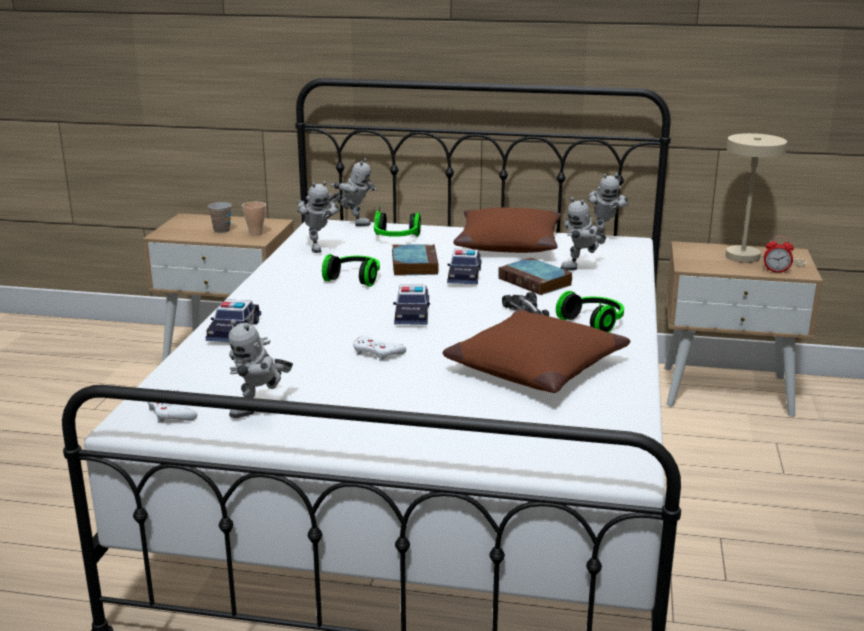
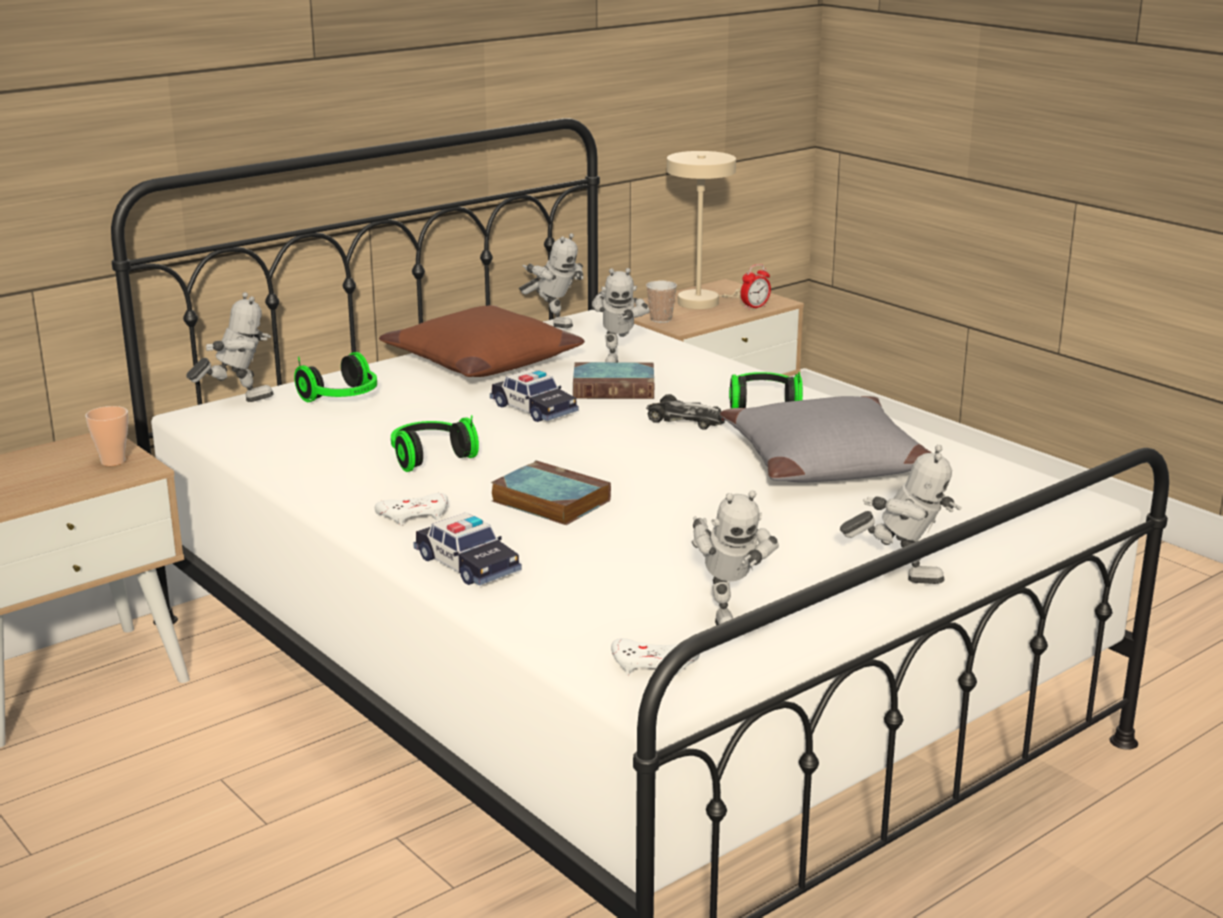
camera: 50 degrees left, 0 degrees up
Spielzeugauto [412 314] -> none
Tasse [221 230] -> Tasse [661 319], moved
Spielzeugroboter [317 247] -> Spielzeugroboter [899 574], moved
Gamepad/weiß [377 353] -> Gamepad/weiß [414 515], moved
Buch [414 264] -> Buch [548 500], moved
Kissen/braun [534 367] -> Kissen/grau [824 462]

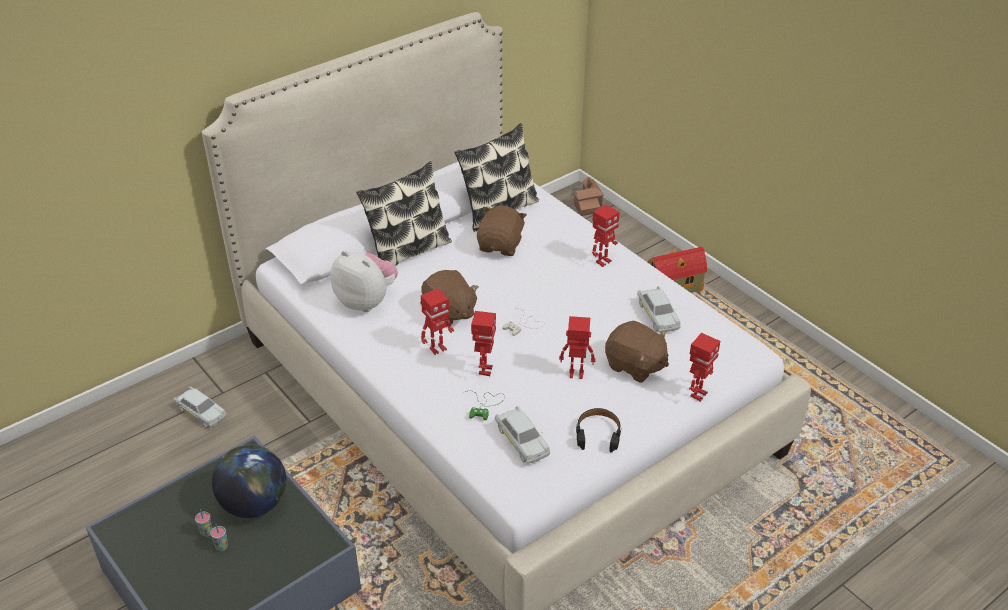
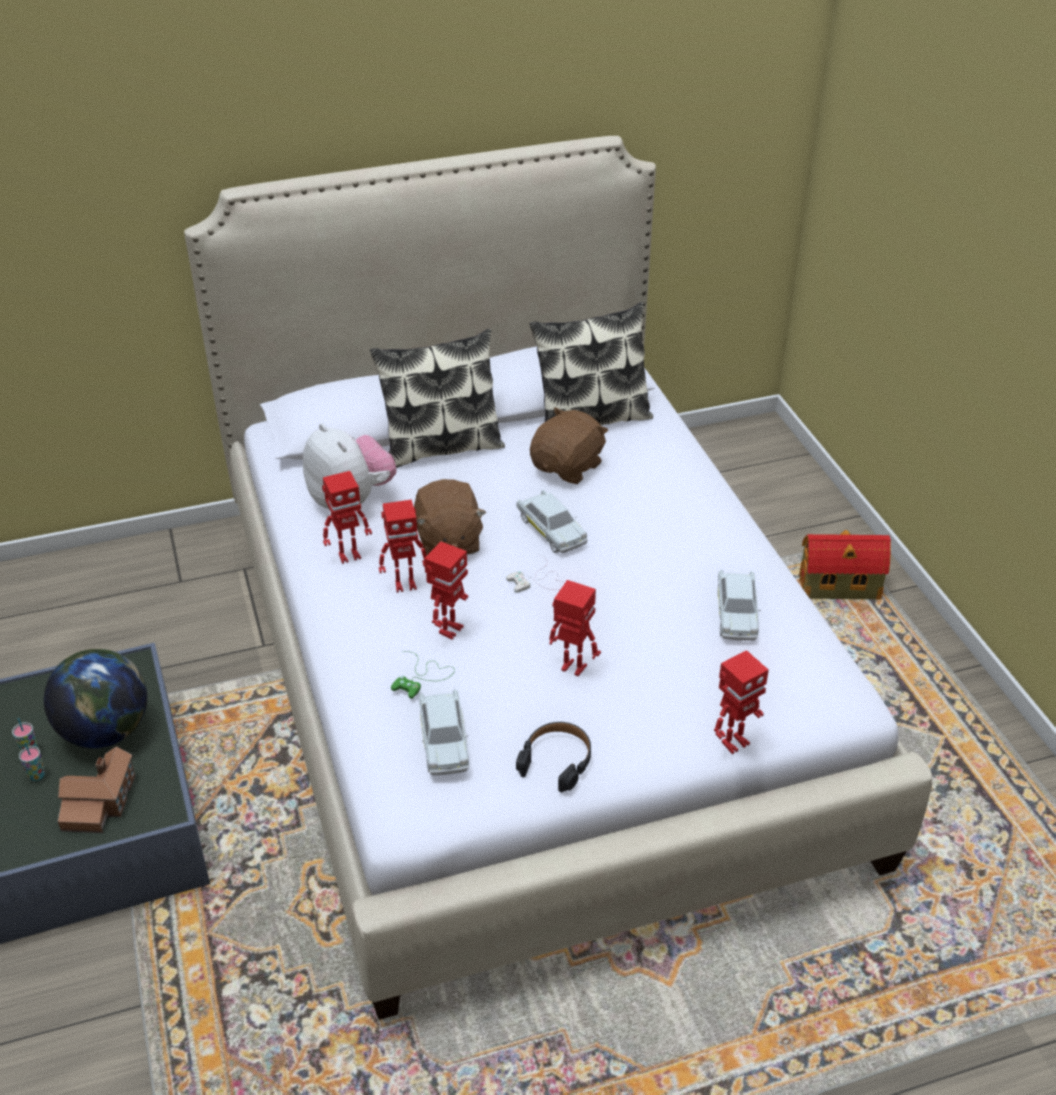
camera: 20 degrees right, 0 degrees up
Plüschtier/braun [635 366] -> none
Spielzeugauto/weiß [201 412] -> Spielzeugauto/weiß [551 530], moved
Spielzeughaus [587 204] -> Spielzeughaus [99 803], moved
Spielzeugroboter [602 261] -> Spielzeugroboter [348 555], moved

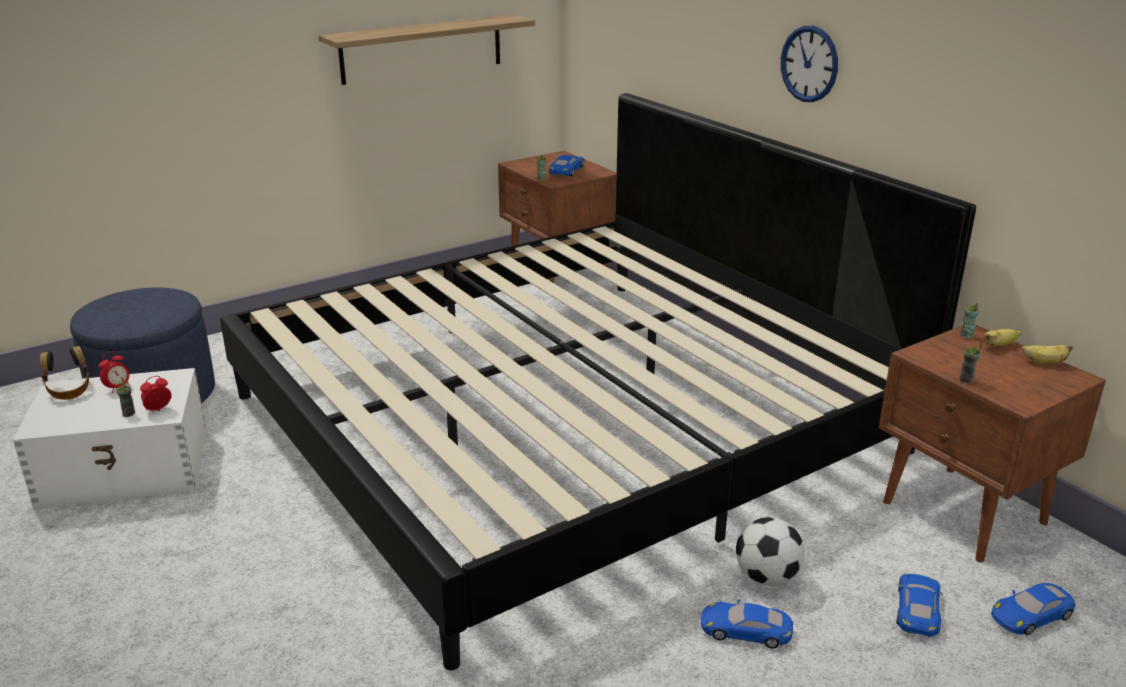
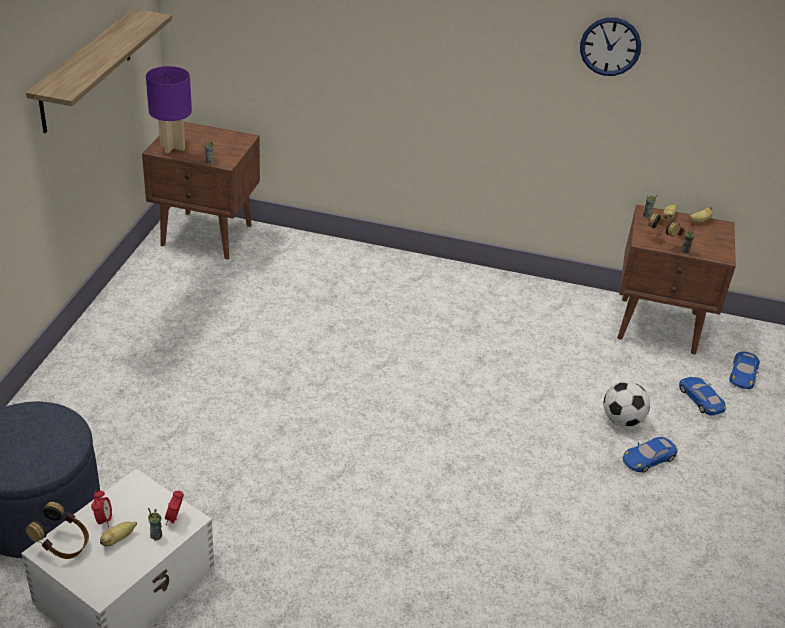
camera: 45 degrees left, 10 degrees up
Bett [563 422] -> none
Spielzeugauto/blau [566 170] -> none
none -> Banane [118 539]
none -> Tischlampe/lila [172 147]
none -> Kopfhörer [665 238]
Wanduhr [809 64] -> Wanduhr [610 46], moved

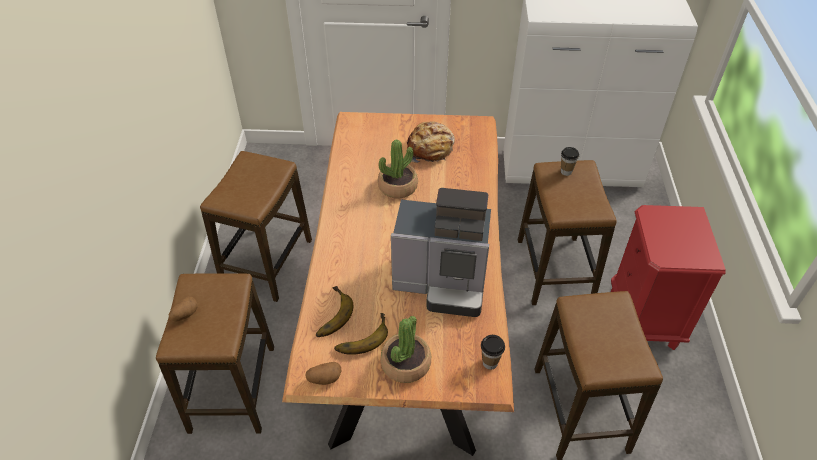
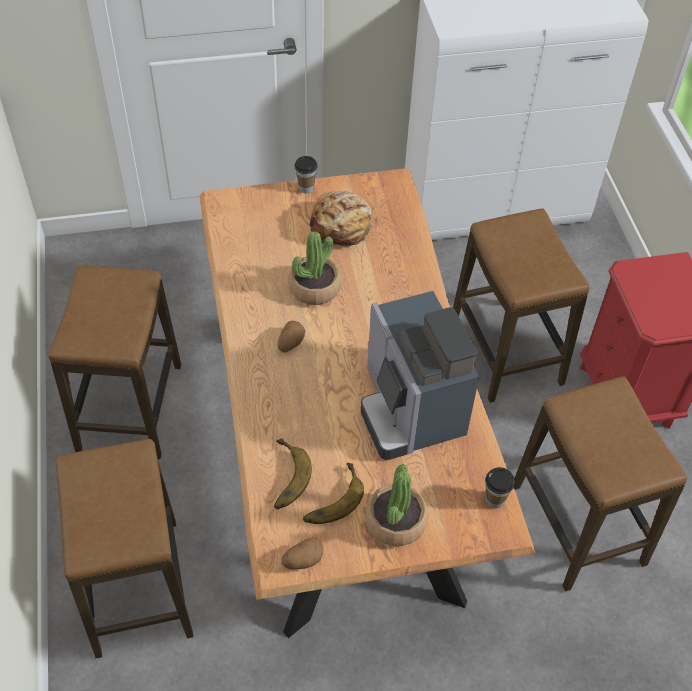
camera: 15 degrees left, 5 degrees up
Kartoffel [185 314] -> Kartoffel [290 343], moved
Tasse [566 172] -> Tasse [306 188], moved
Kaffeemaschine [443 283] -> Kaffeemaschine [410 409], 75 degrees clockwise

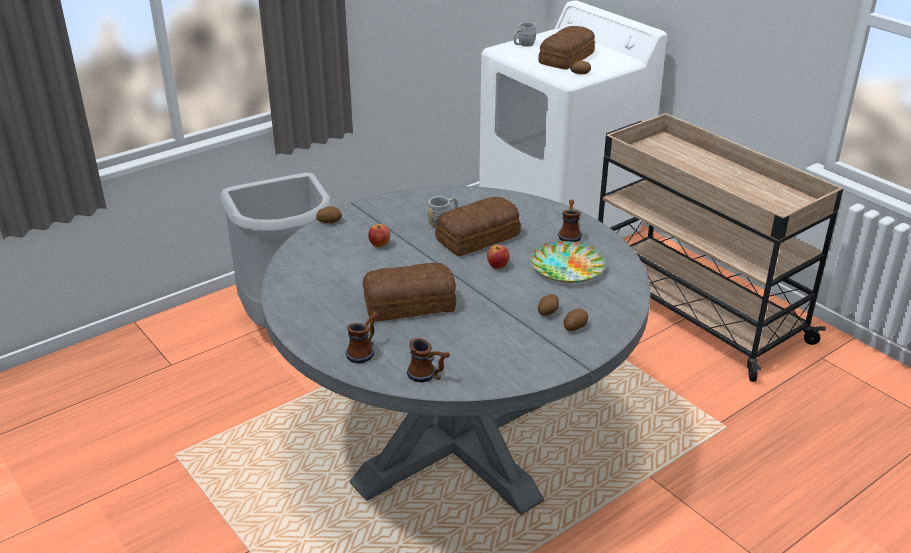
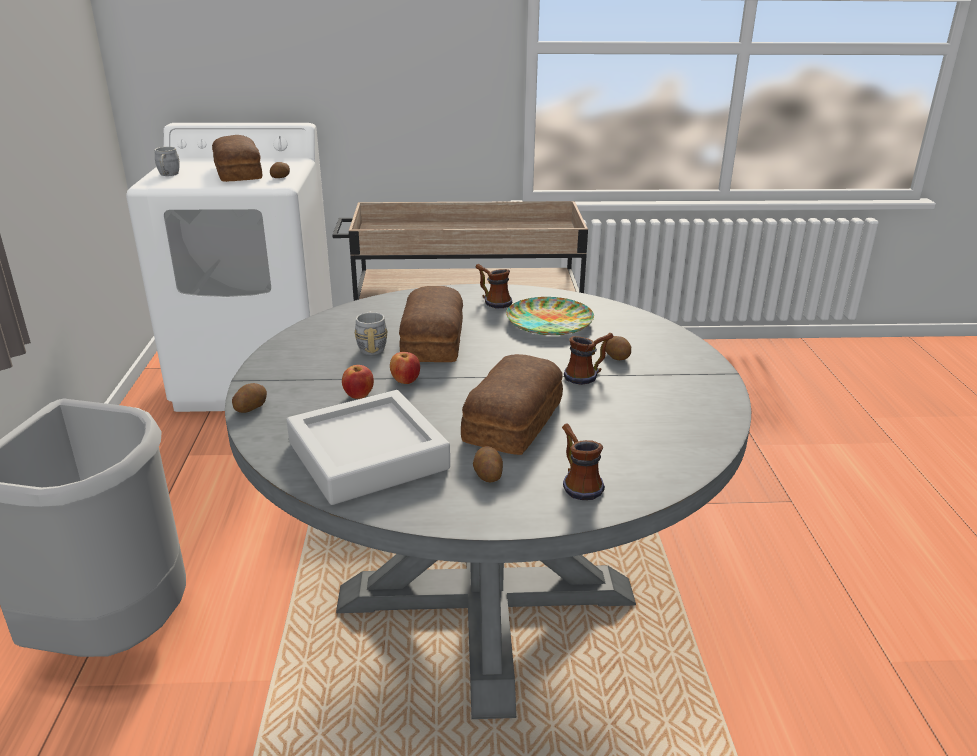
camera: 55 degrees left, 5 degrees down
none -> Tablett/grau [368 456]
Henkelbecher [428 376] -> Henkelbecher [587 375], moved
Apfel [498 266] -> Apfel [405 381], moved
Kartoffel [574 326] -> Kartoffel [487 475], moved

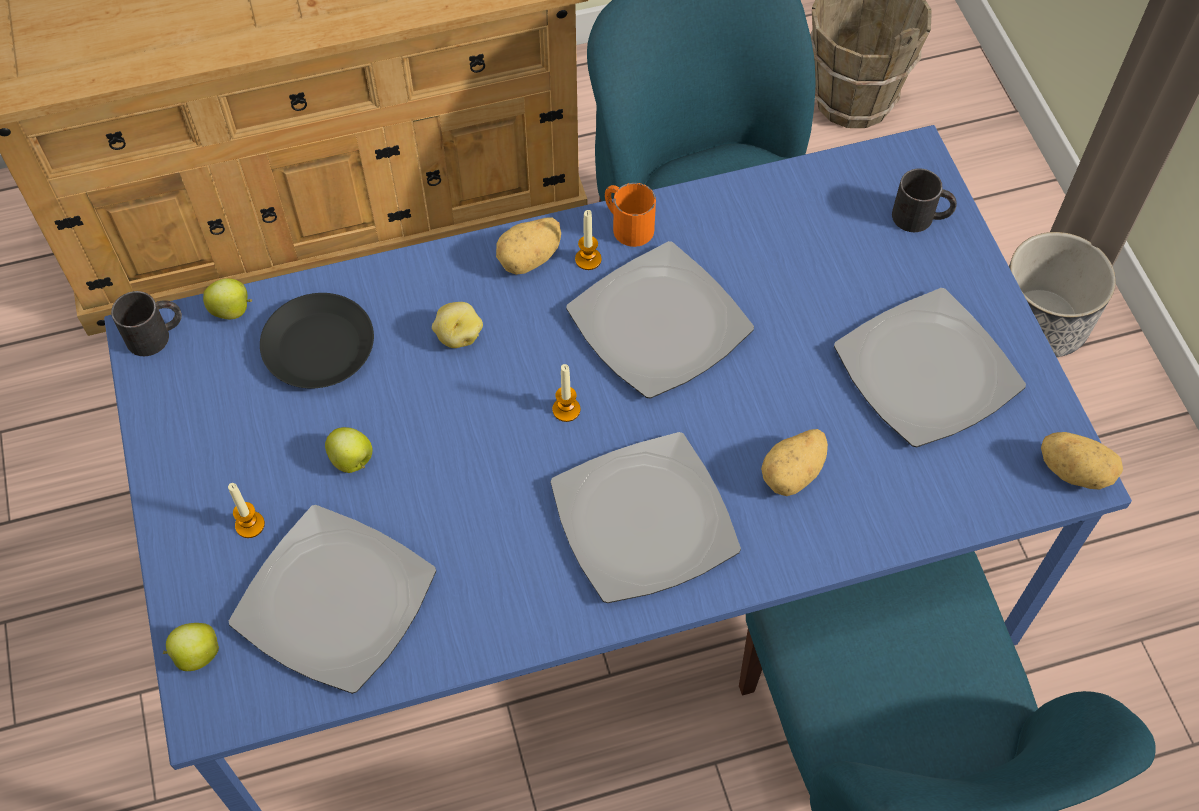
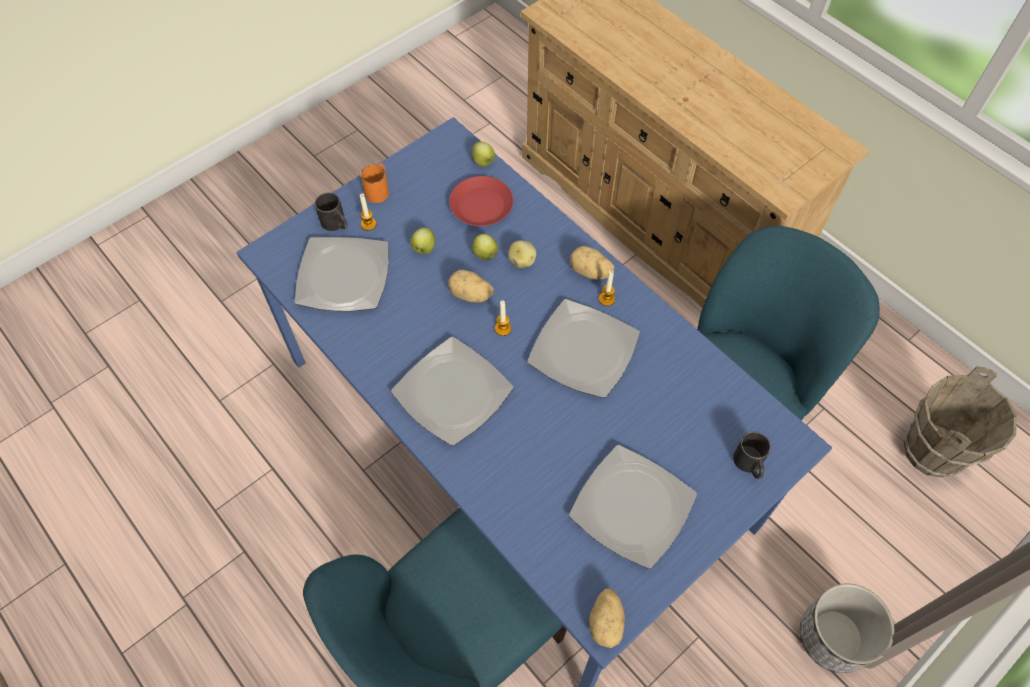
camera: 65 degrees right, 0 degrees up
Henkelbecher/schwarz [156 334] -> Henkelbecher/schwarz [336 224], moved
Apfel [196 655] -> Apfel [484 254], moved
Henkelbecher/orange [627 224] -> Henkelbecher/orange [379 189], moved
Kartoffel [793 474] -> Kartoffel [470 295], moved
Teller/schwarz [320 348] -> Teller/rot [481 206]

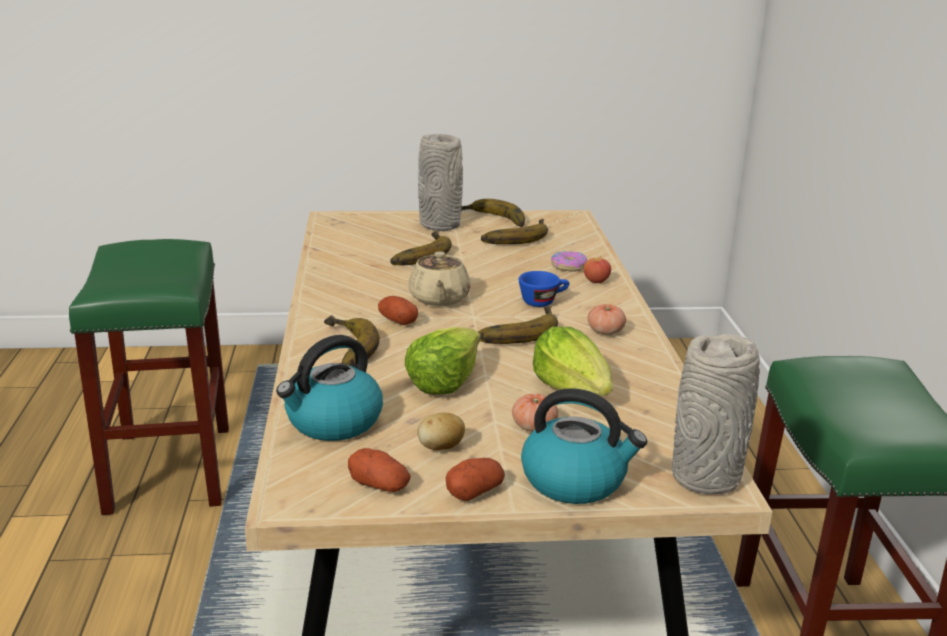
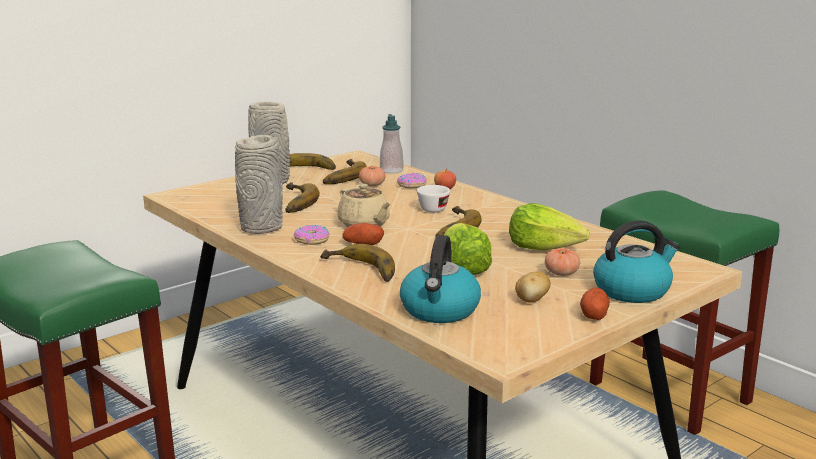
camera: 35 degrees left, 5 degrees down
Kartoffel [379 485] -> none
none -> Donut [312 240]
none -> Seifenspender [391 170]
Tomate [605 331] -> Tomate [372 185], moved
Vase/grau [705 476] -> Vase/grau [261 227], moved
Tasse/blau [543 301] -> Tasse/weiß [435 208]

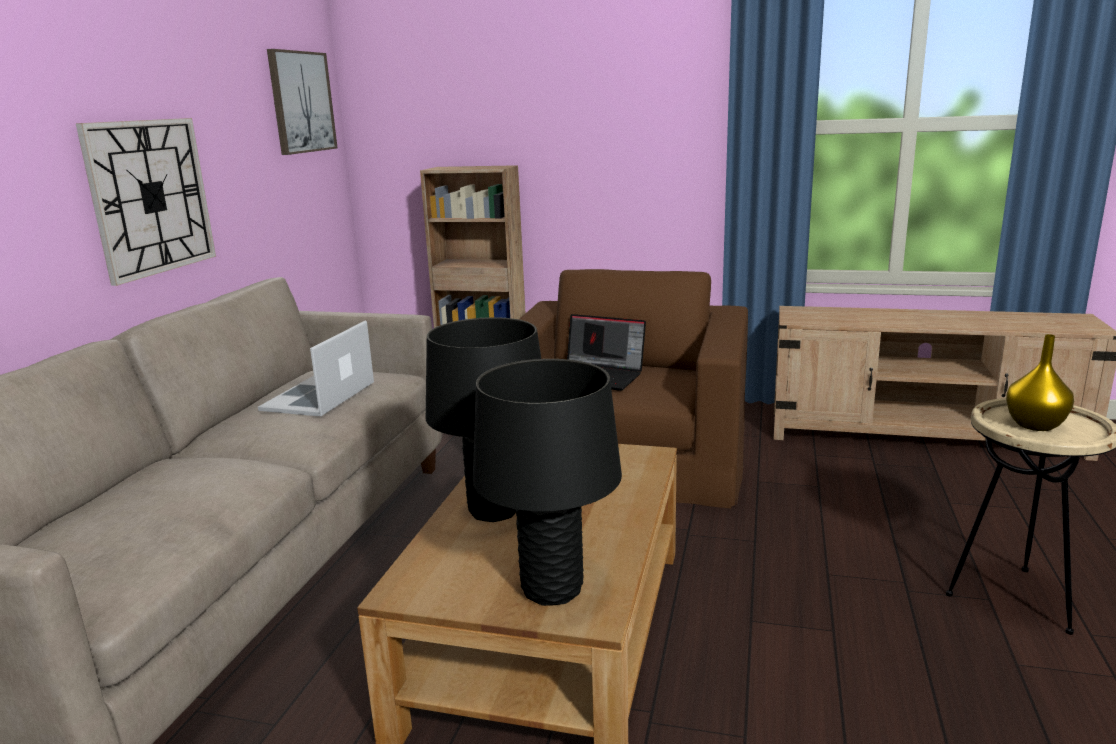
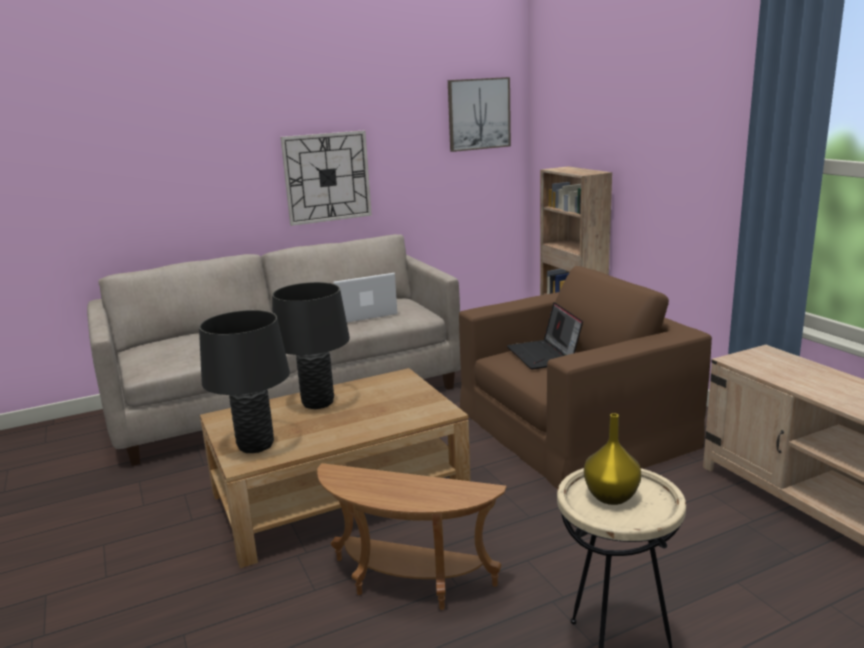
camera: 50 degrees right, 0 degrees up
none -> Beistelltisch/braun [408 584]

